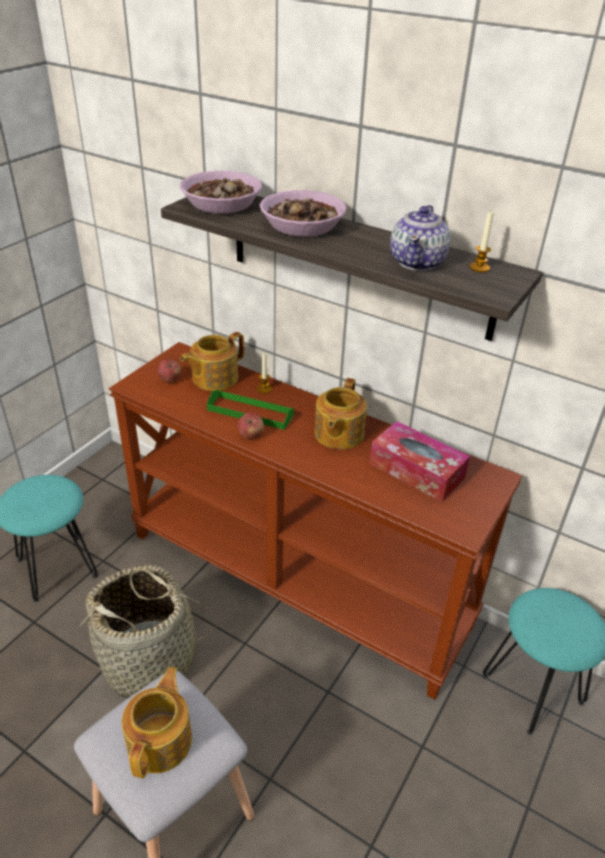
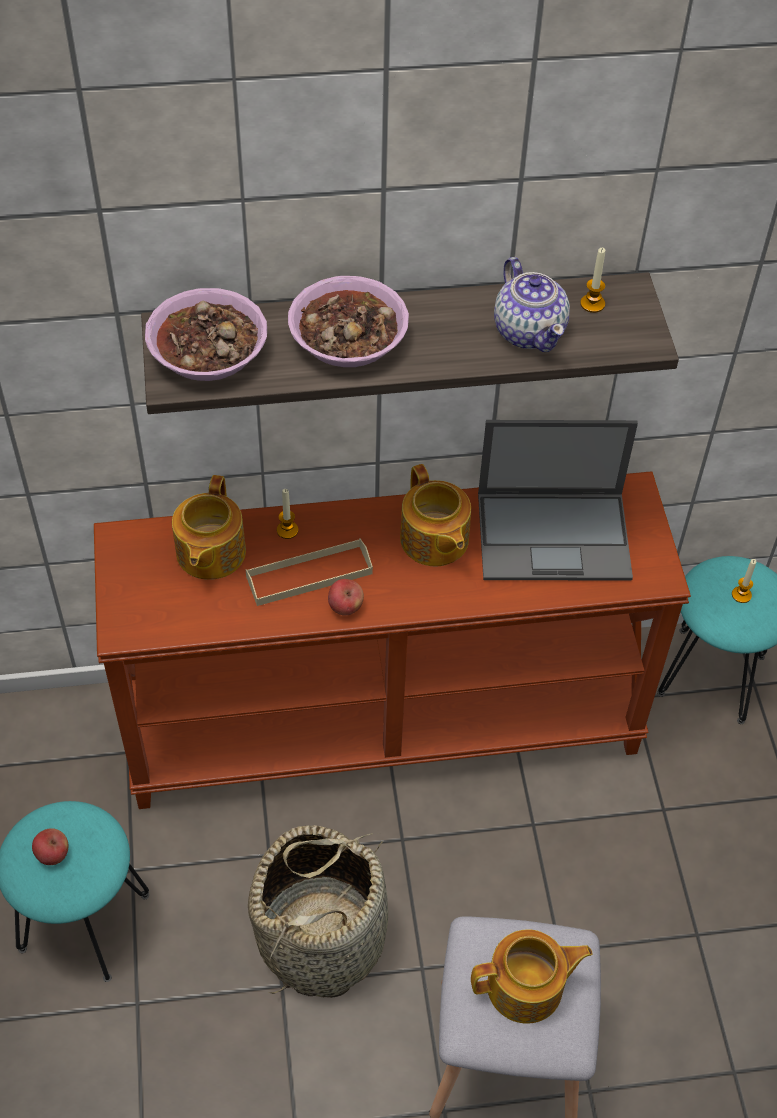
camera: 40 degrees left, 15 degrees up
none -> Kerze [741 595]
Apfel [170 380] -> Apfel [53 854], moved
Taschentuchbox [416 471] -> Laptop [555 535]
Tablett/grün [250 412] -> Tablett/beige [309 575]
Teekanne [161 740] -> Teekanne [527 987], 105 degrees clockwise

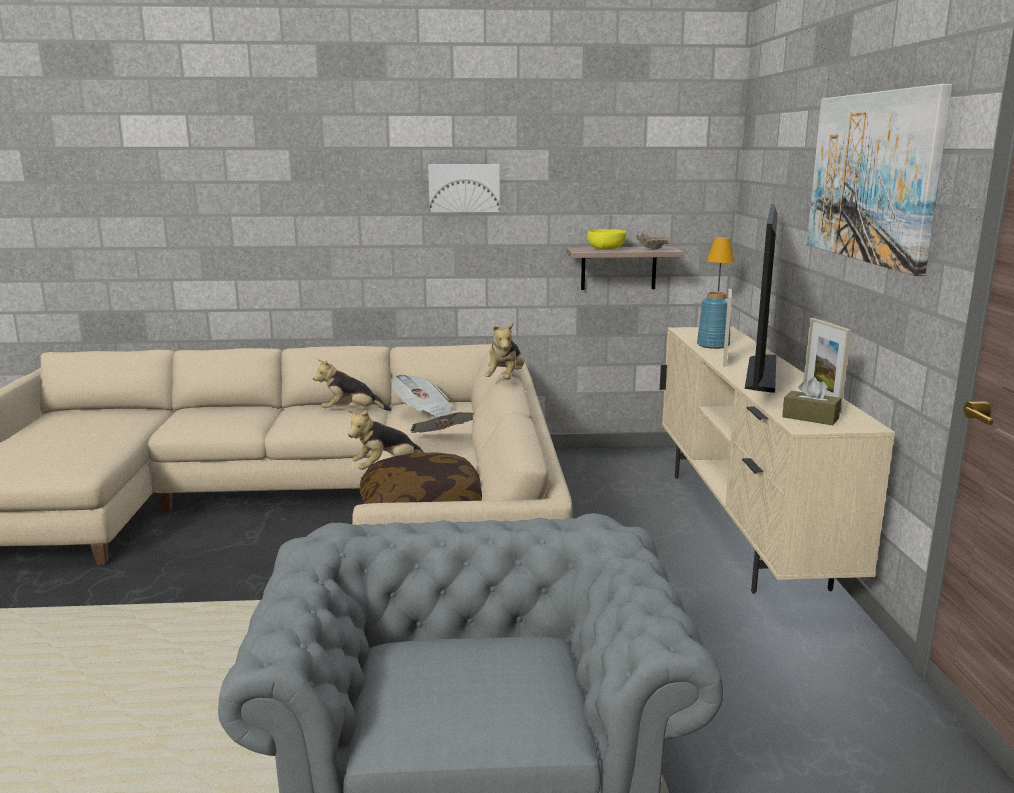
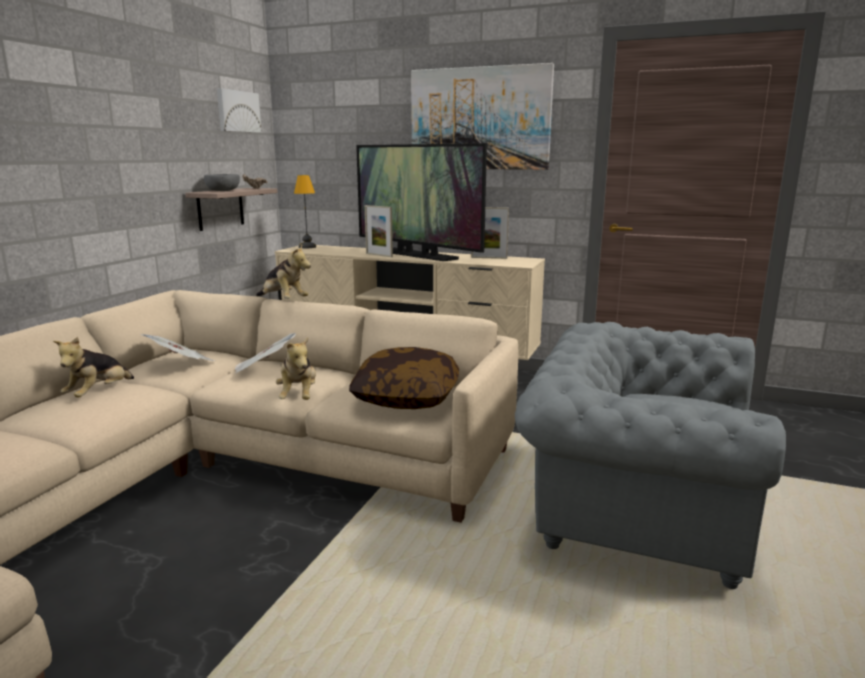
camera: 65 degrees left, 0 degrees up
Vase/blau [713 345] -> none
Taschentuchbox/braun [810 417] -> none
Bild [464 187] -> Bild [237 111], moved
Schüssel/gelb [606 249] -> Schüssel/grau [223 190]

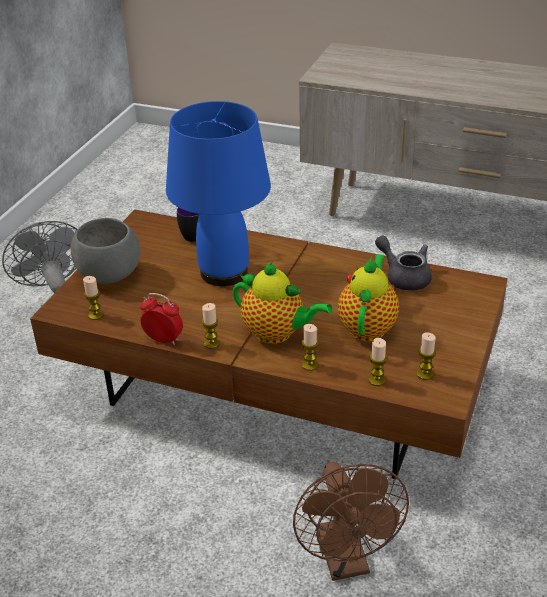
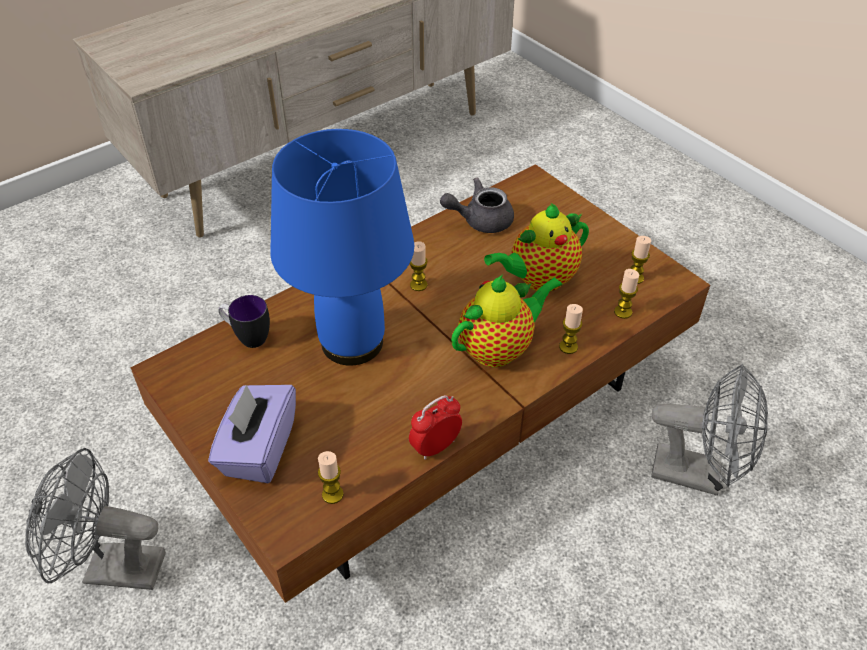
camera: 60 degrees left, 10 degrees up
Kerze [211 343] -> Kerze [418 285], moved
Schüssel/grau [109 276] -> Taschentuchbox/lila [258 449]
Ventilator/braun [346 561] -> Ventilator/grau [698 474]
Teekanne [368 327] -> Teekanne [538 280], 75 degrees counterclockwise

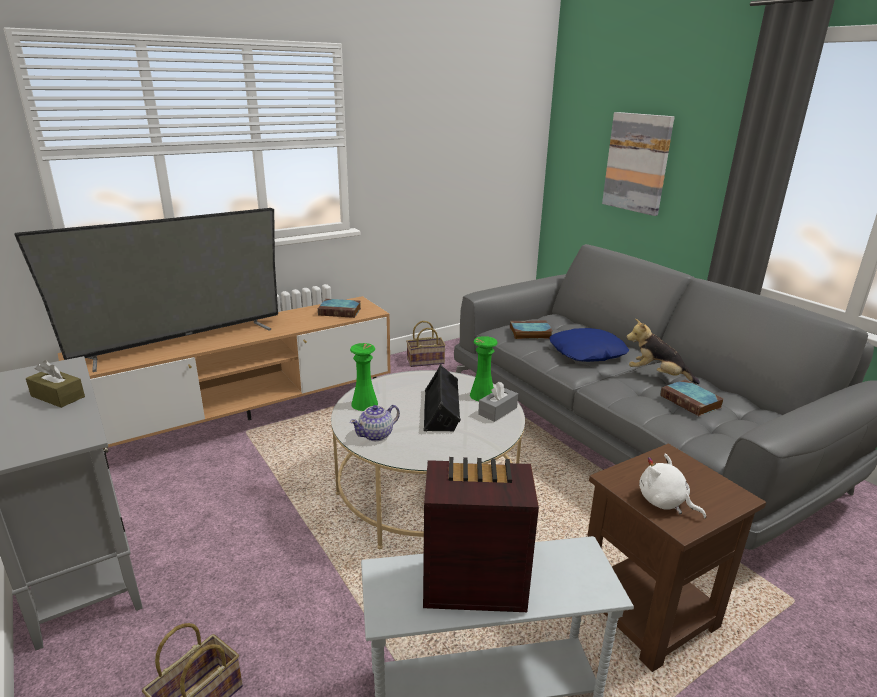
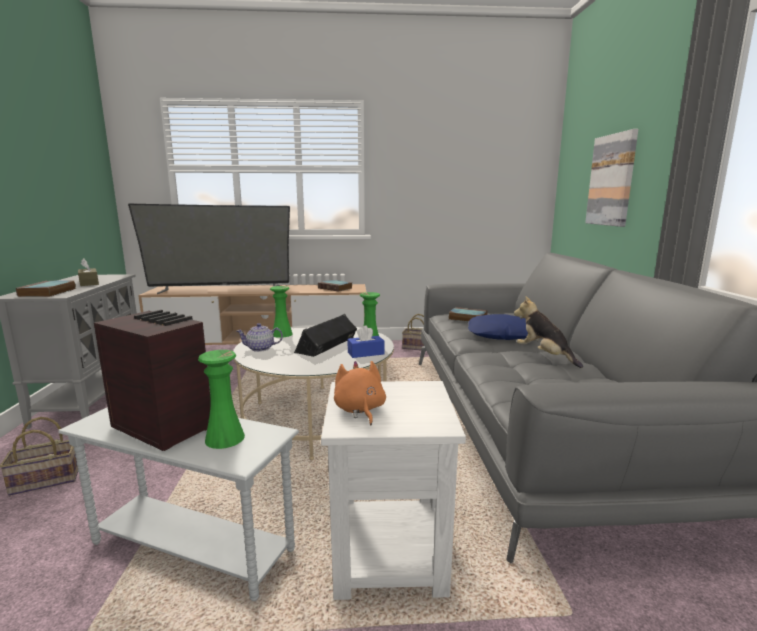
camera: 30 degrees right, 10 degrees down
none -> Vase/grün [225 438]
Buch [691 402] -> Buch [48 292], moved
Taschentuchbox/grau [497 411] -> Taschentuchbox/blau [365 353]
Beistelltisch/braun [646 614] -> Beistelltisch/weiß [387 556]
Plüschtier/weiß [664 502] -> Plüschtier/orange [359 410]

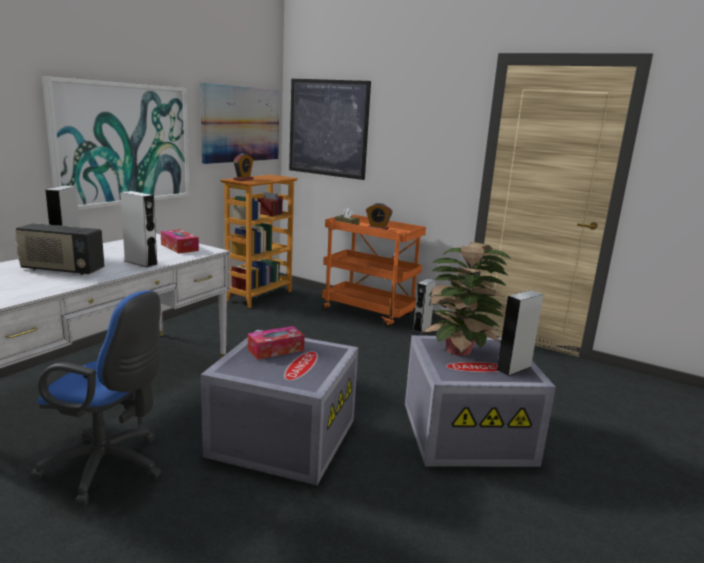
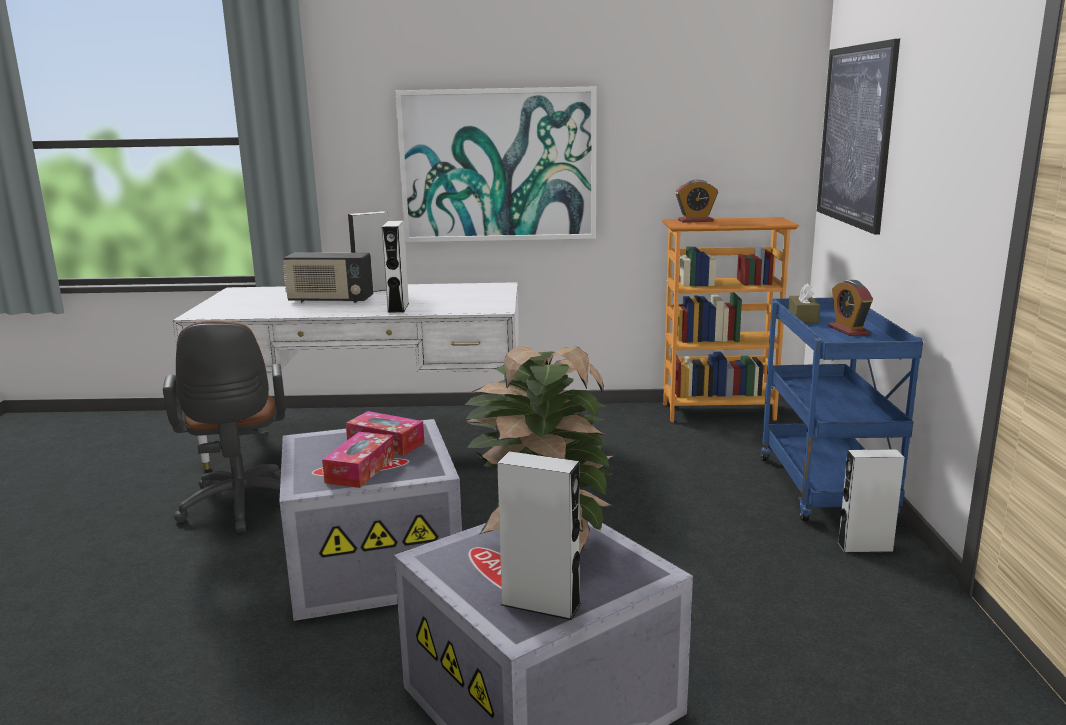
camera: 60 degrees right, 0 degrees up
Bild [241 124] -> none
Taschentuchbox [179 247] -> Taschentuchbox [360 470], moved
Bürostuhl/blau [109 468] -> Bürostuhl/braun [241 507]
Rollwagen/orange [369 313] -> Rollwagen/blau [826 490]
Radio [62 270] -> Radio [330 300], 60 degrees counterclockwise

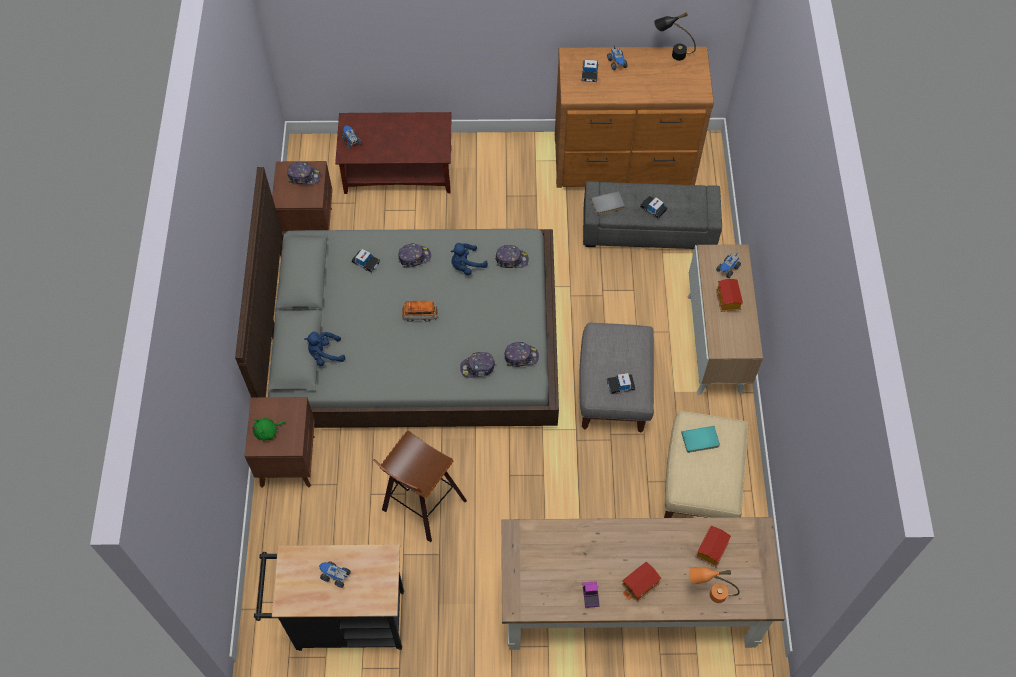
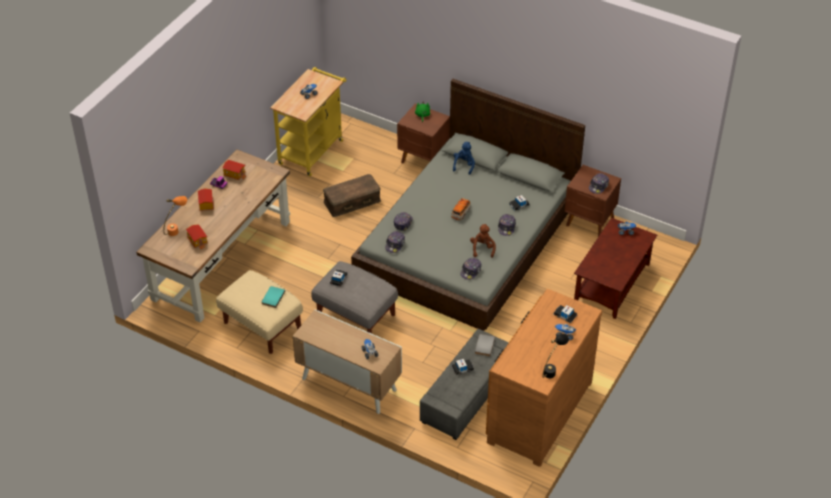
camera: 120 degrees right, 15 degrees down
Spielzeughaus [727 301] -> Spielzeughaus [235 175], moved
Hocker [421 506] -> Aufbewahrungsbox/braun [352 201]
Rollwagen/schwarz [343 620] -> Rollwagen/gelb [313 149]
Plüschtier/blau [466 265] -> Plüschtier/braun [482 248]

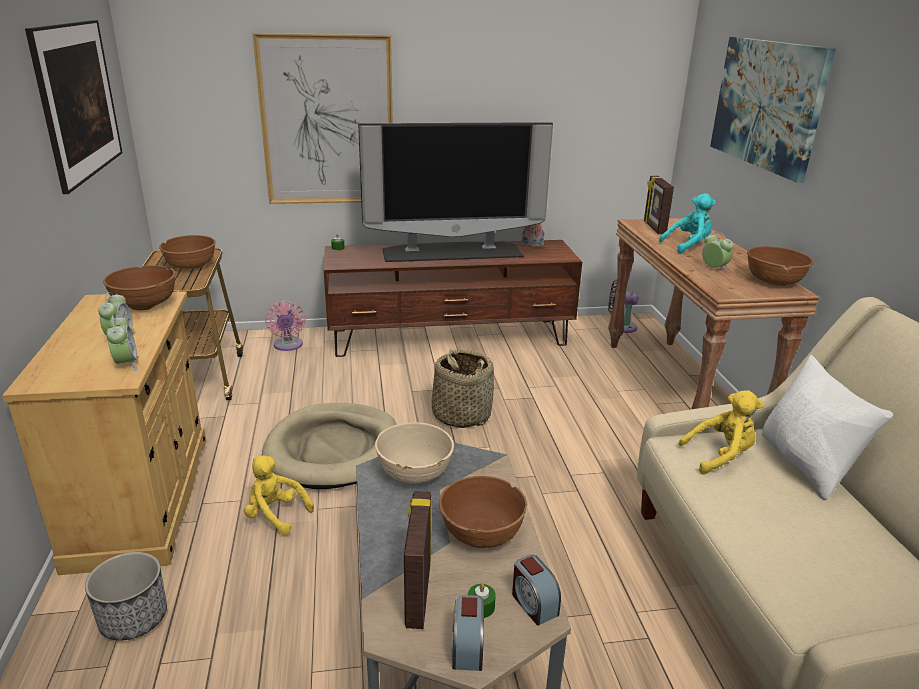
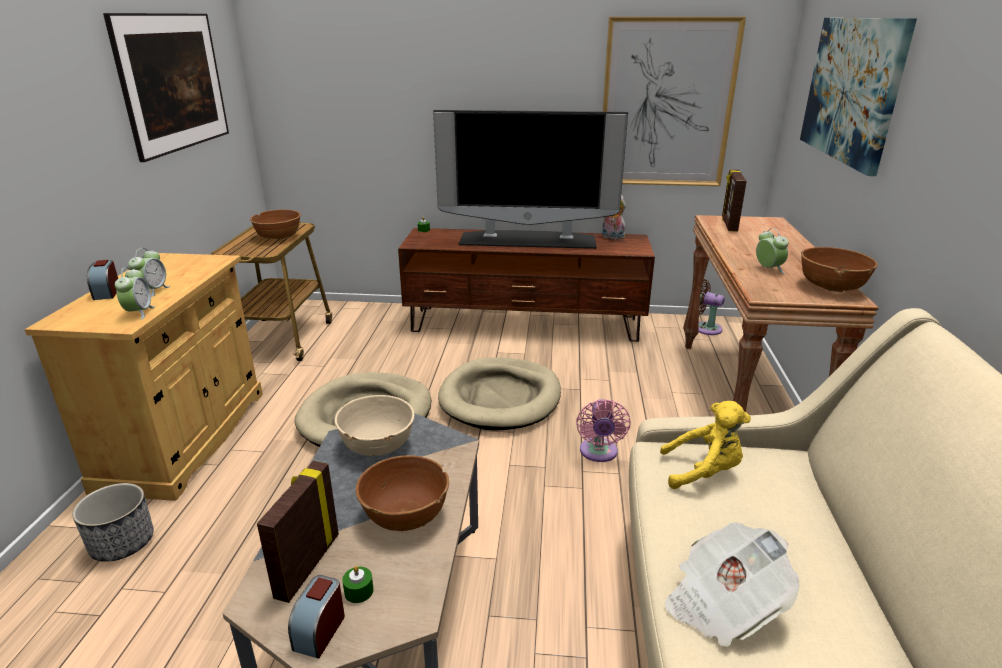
camera: 15 degrees right, 0 degrees up
Schüssel/braun [144 304] -> none
Plüschtier/gelb [275 515] -> none
Plüschtier/türkis [688 246] -> none
Kissen/weiß [806 465] -> none
none -> Zeitung [723 603]
Bild [327 122] -> Bild [666 104], moved
Ventilator/rosa [288 346] -> Ventilator/rosa [598 453], moved
Wecker [533 604] -> Wecker [107 293], moved
Korb [461 415] -> Hundebett/beige [500 398]

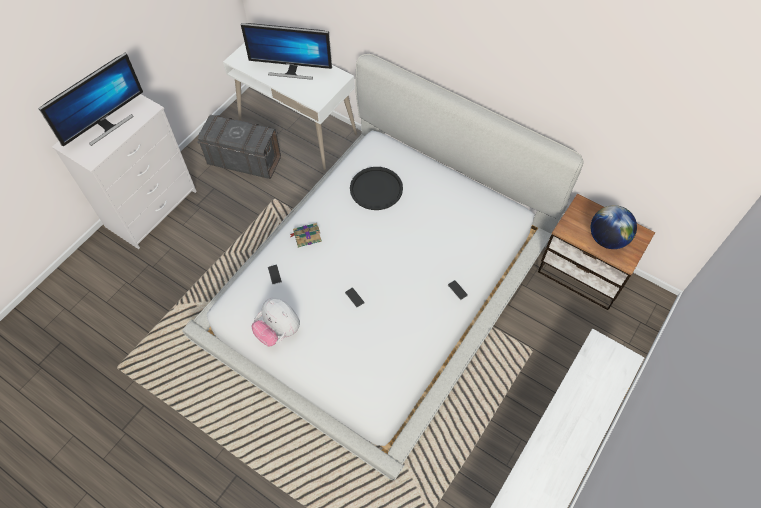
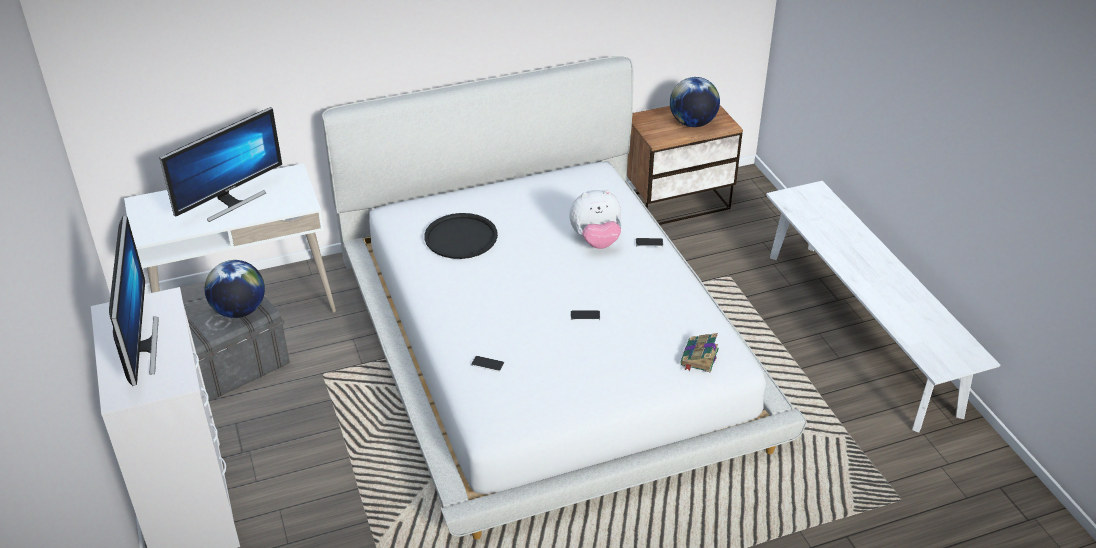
camera: 55 degrees left, 20 degrees down
none -> Globus [239 310]
Plüschtier [278 331] -> Plüschtier [596 241], moved
Buch [306 236] -> Buch [699 358], moved

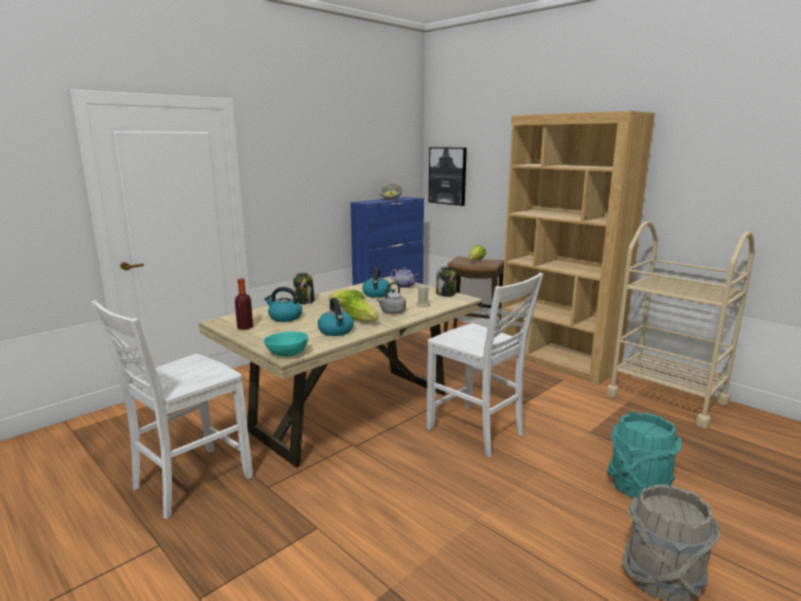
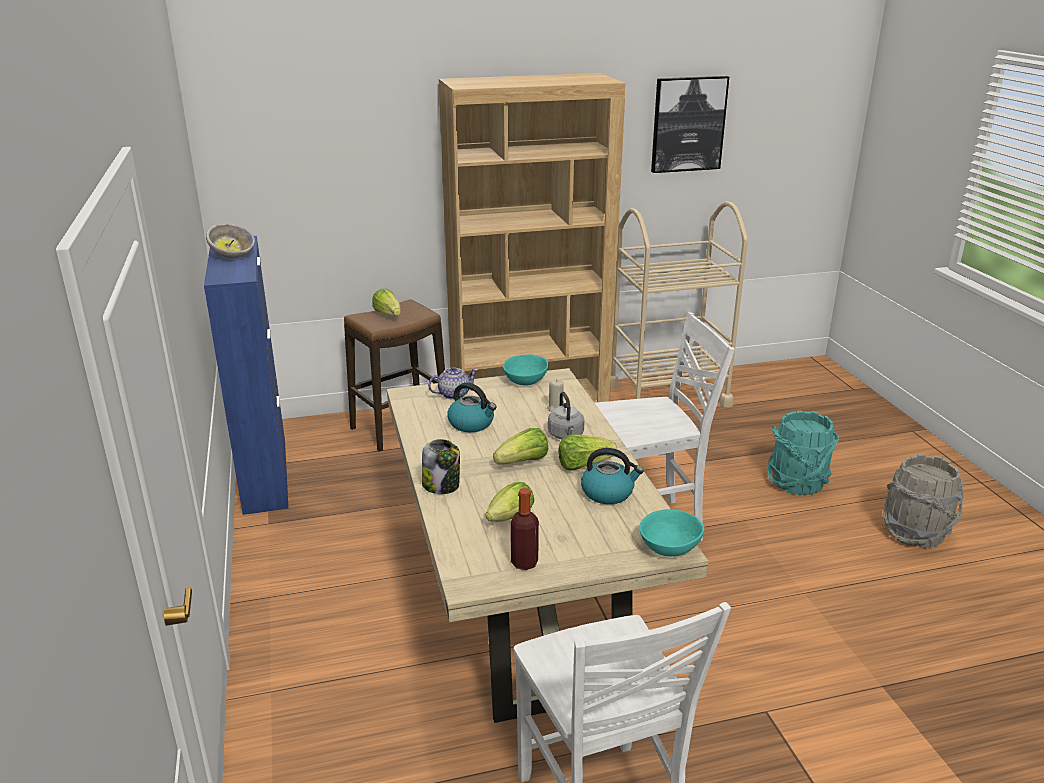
camera: 60 degrees left, 10 degrees up
Bild [448 176] -> Bild [688 124], moved
Wasserkessel [284 317] -> Salatkopf [508 519]
Vorratsglas [446 294] -> Schüssel/türkis [525 381]

